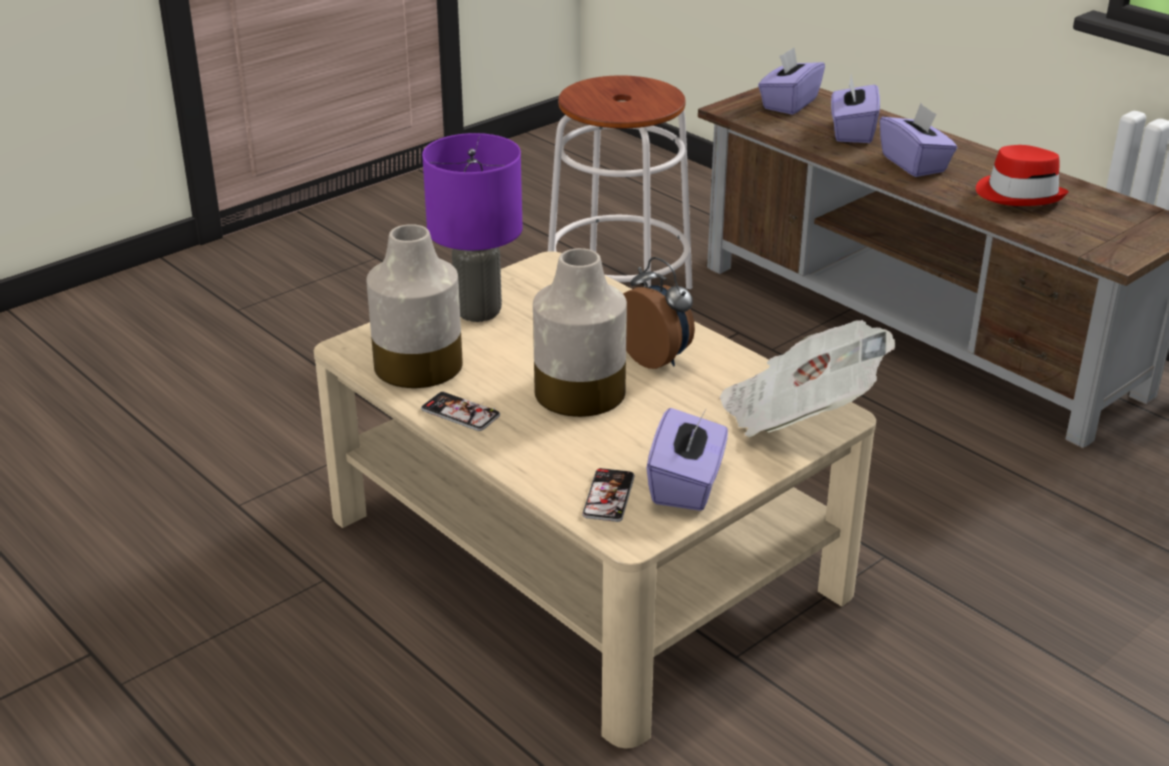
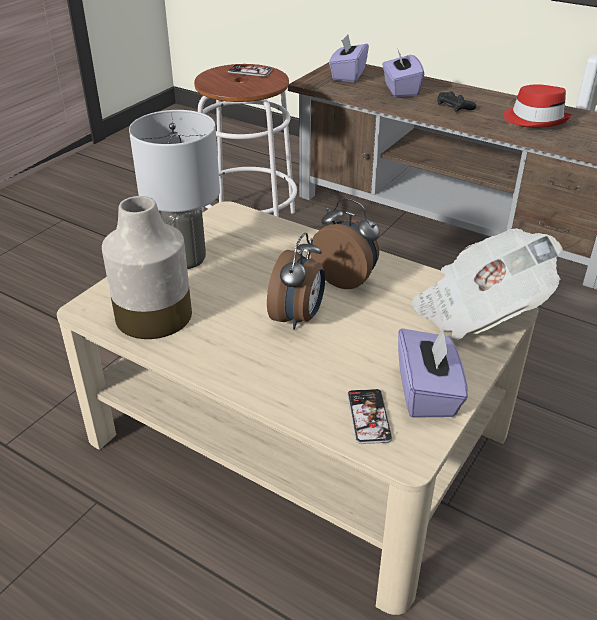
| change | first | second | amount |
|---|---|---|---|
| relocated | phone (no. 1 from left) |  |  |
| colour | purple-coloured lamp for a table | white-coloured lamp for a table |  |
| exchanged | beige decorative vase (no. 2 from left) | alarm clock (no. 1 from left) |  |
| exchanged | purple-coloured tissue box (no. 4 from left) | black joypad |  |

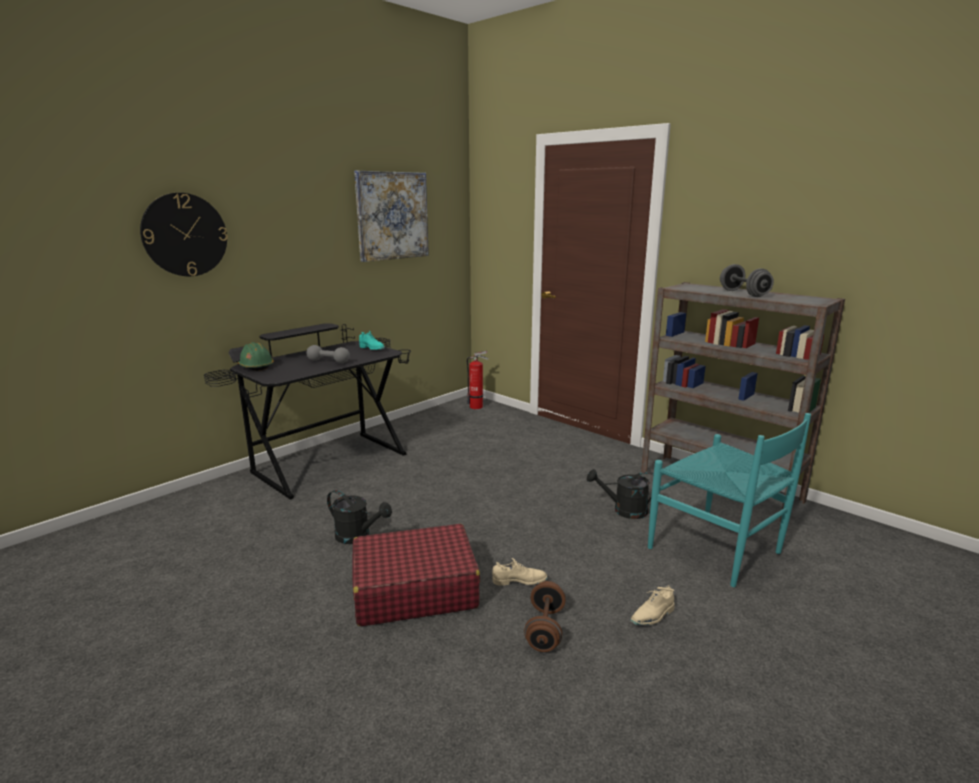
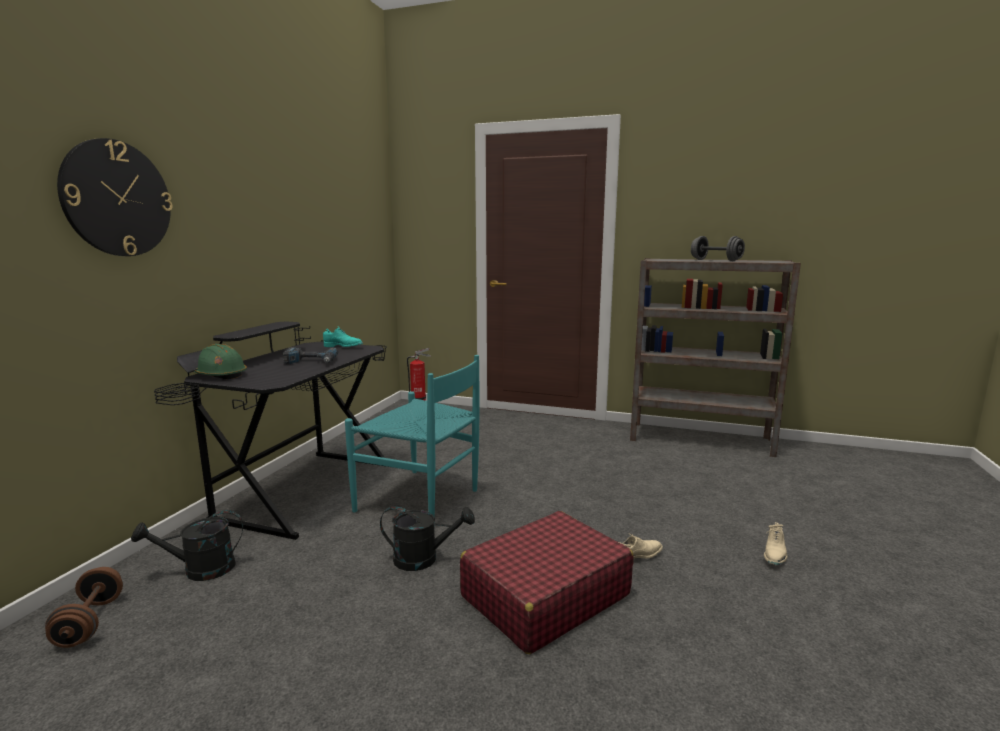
| change | first | second | amount |
|---|---|---|---|
| exchanged | grey free weight (no. 1 from left) | electric drill |  |
| missing | wall picture |  |  |
| relocated | brownish free weight |  |  |
| relocated | black sprinkling can (no. 2 from left in the first image) | black sprinkling can (no. 1 from left) |  |
| relocated | blue-green chair |  |  |

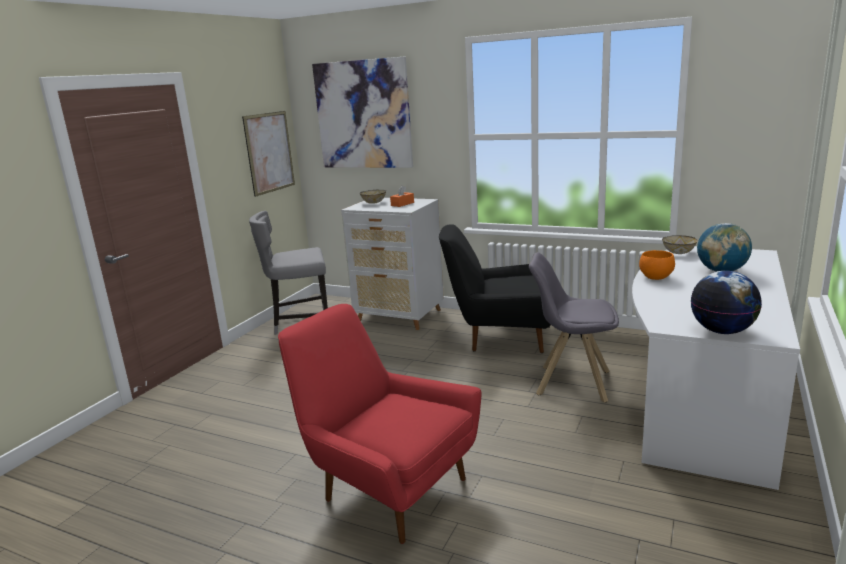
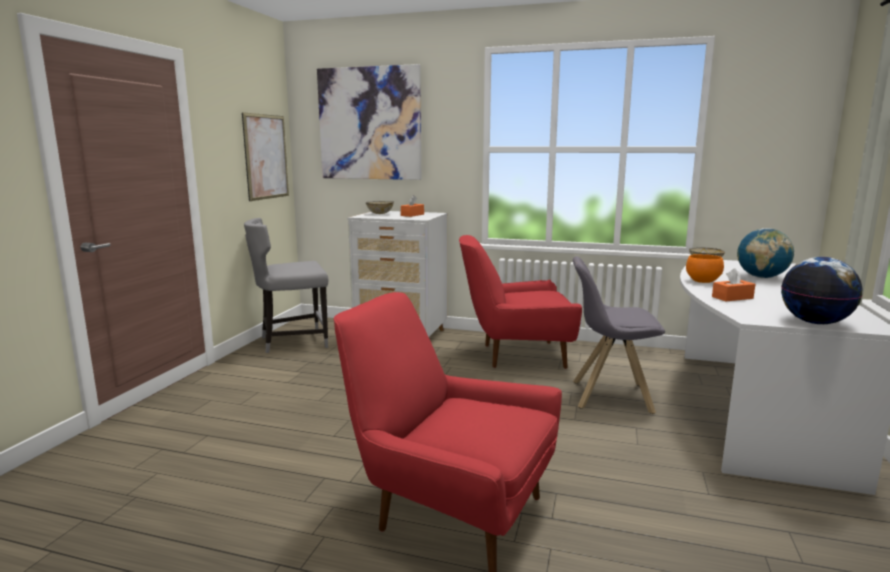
| change | first | second | amount |
|---|---|---|---|
| colour | black armchair | red armchair (no. 2 from left) |  |
| appeared |  | orange tissue box (no. 2 from left) |  |

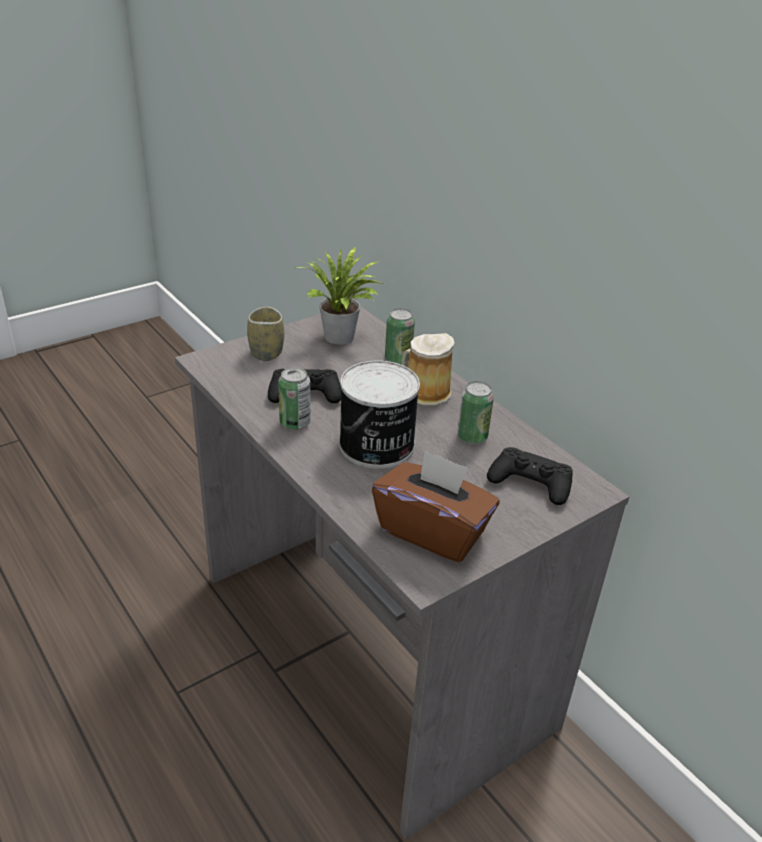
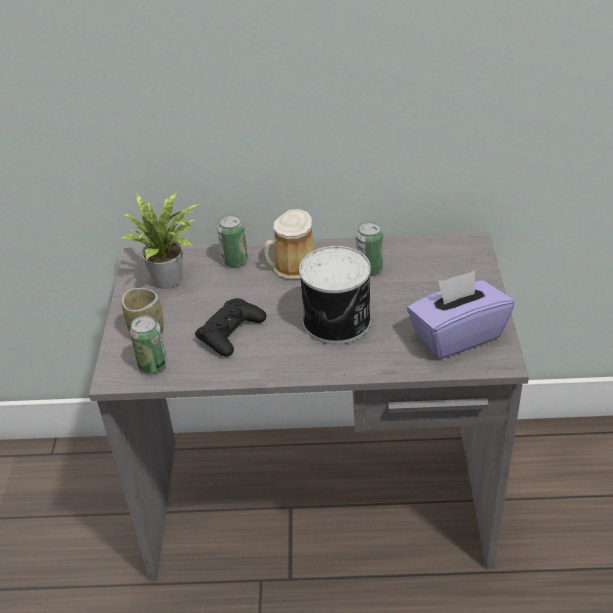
| change | first | second | amount |
|---|---|---|---|
| relocated | metal can (no. 1 from left) |  |  |
| colour | brownish tissue box | purple-coloured tissue box |  |
| missing | black joypad (no. 2 from left) |  |  |

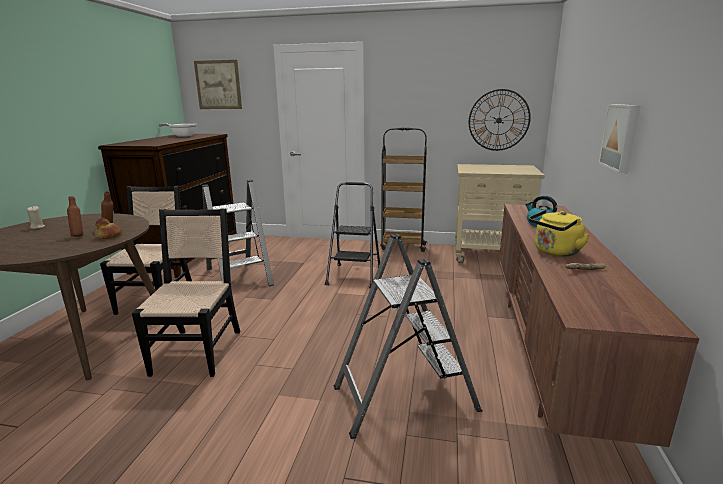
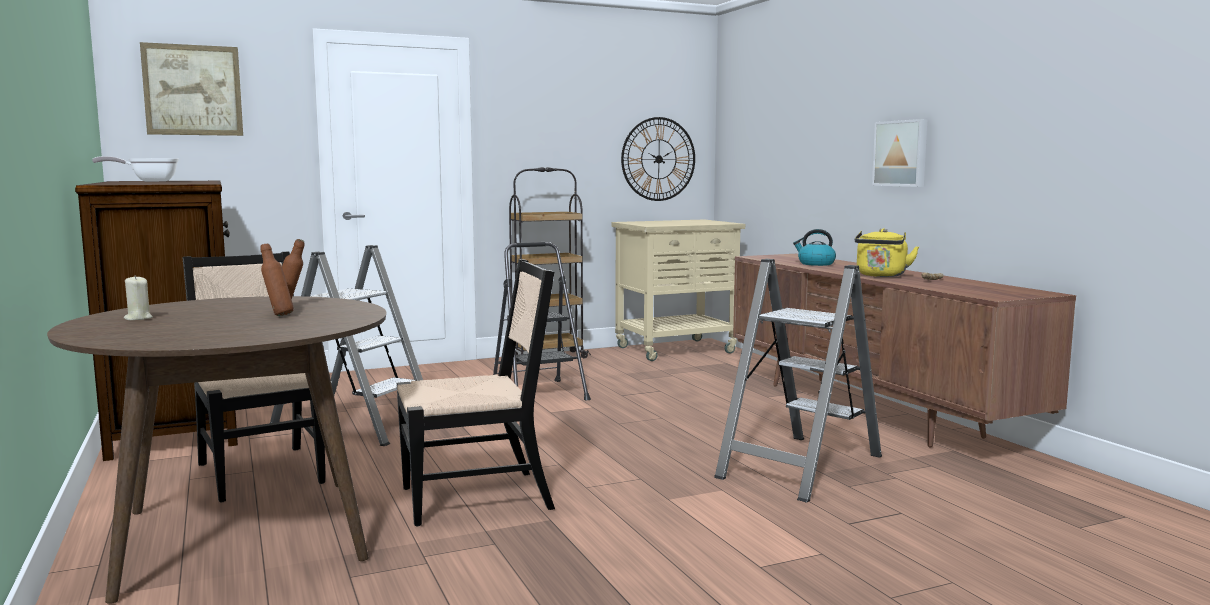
| change | first | second | amount |
|---|---|---|---|
| missing | bakery bread (no. 1 from left) |  |  |
| spun | chair (no. 2 from left) |  | 105 degrees clockwise |

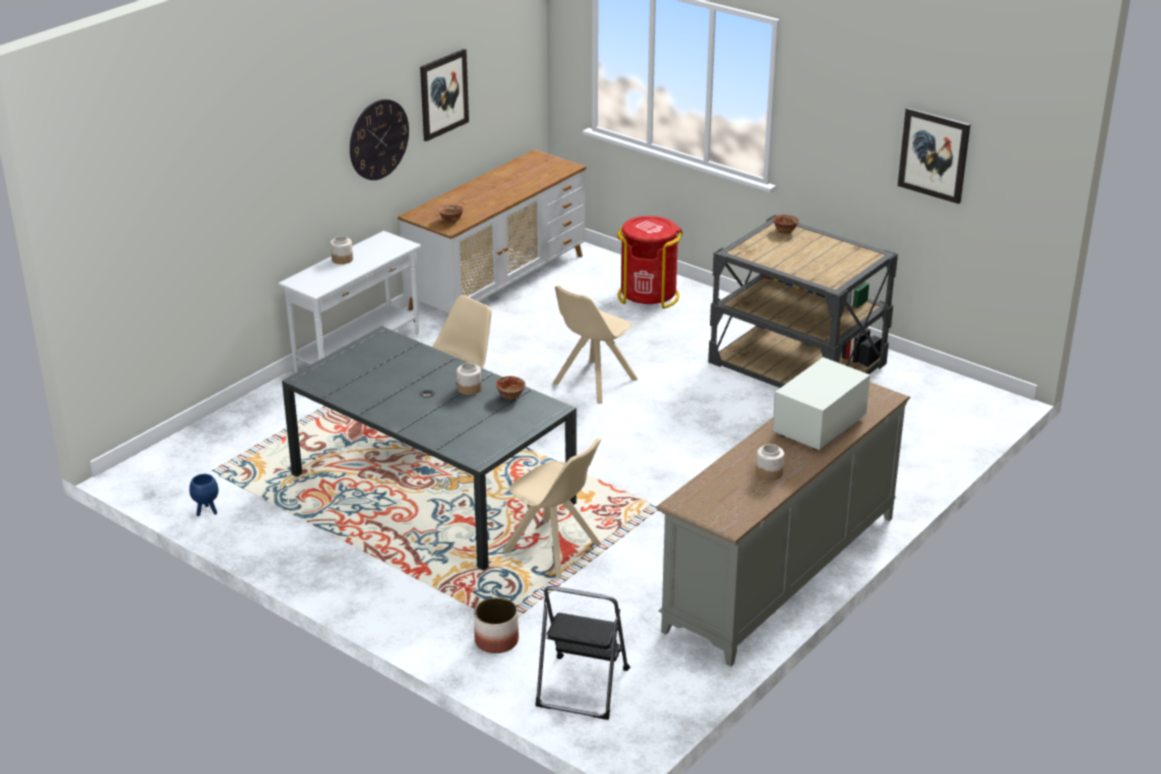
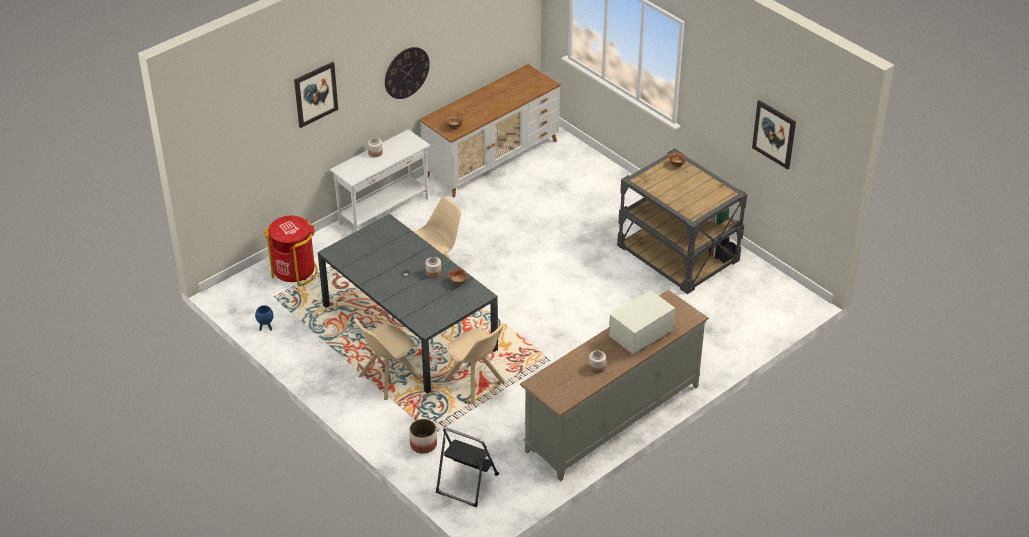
| change | first | second | amount |
|---|---|---|---|
| relocated | wall picture (no. 1 from left) |  |  |
| relocated | beige chair (no. 3 from left in the first image) | beige chair (no. 1 from left) |  |
| relocated | red trash can |  |  |

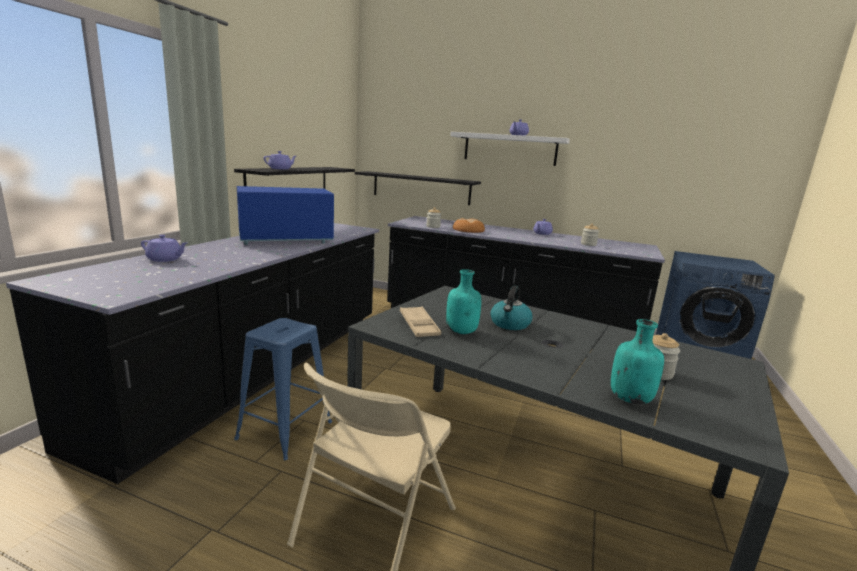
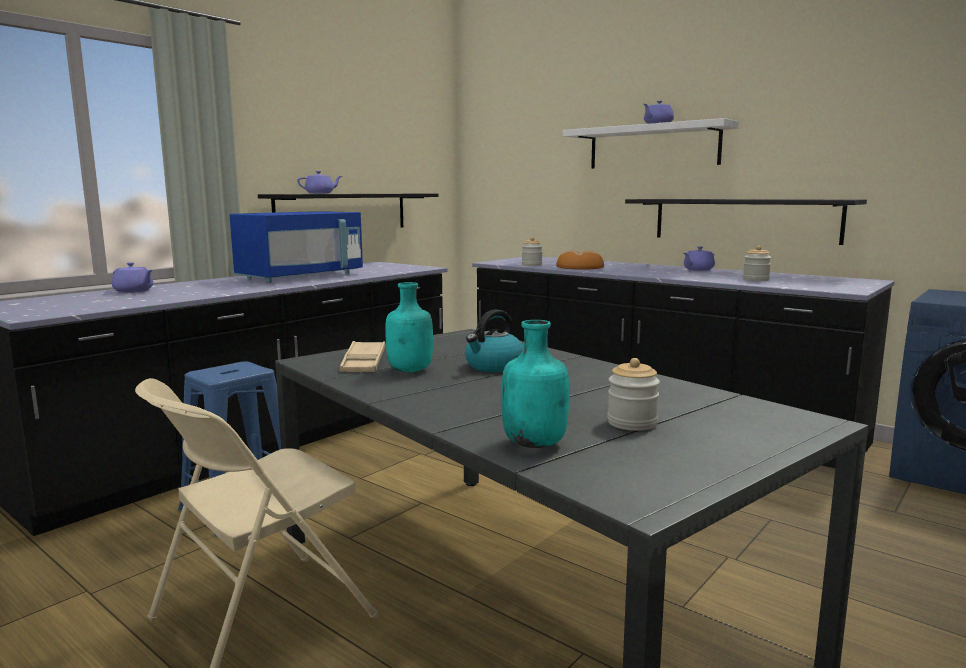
| change | first | second | amount |
|---|---|---|---|
| spun | blue microwave oven |  | 135 degrees clockwise |
| relocated | black bracket shelf (no. 2 from left) |  |  |

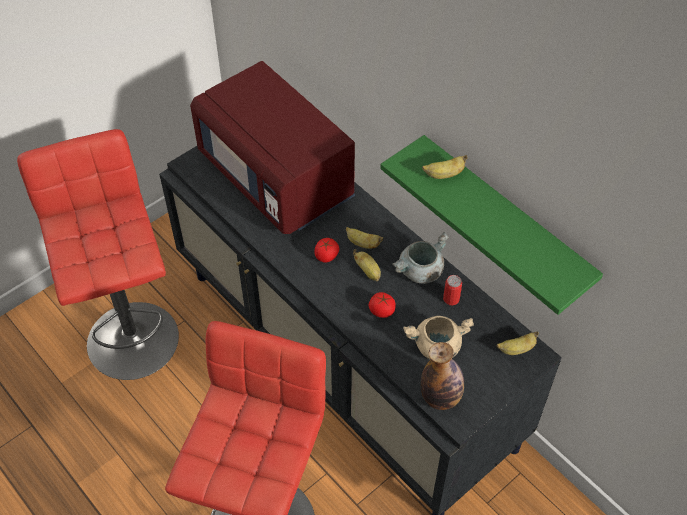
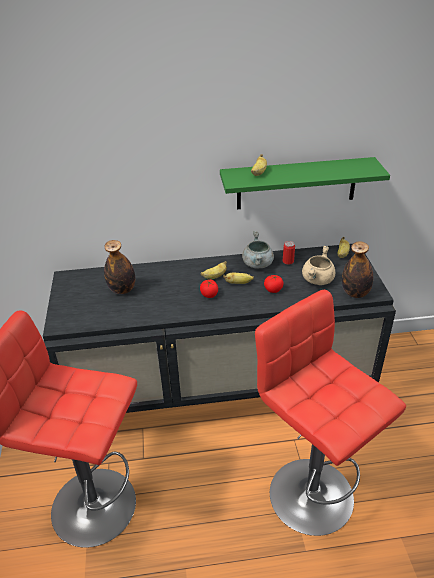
| change | first | second | amount |
|---|---|---|---|
| exchanged | red microwave oven | drink bottle (no. 1 from left) |  |

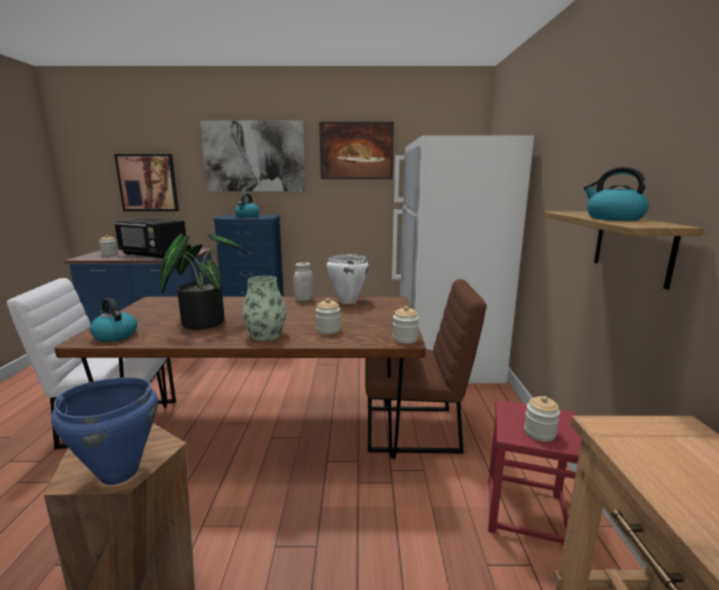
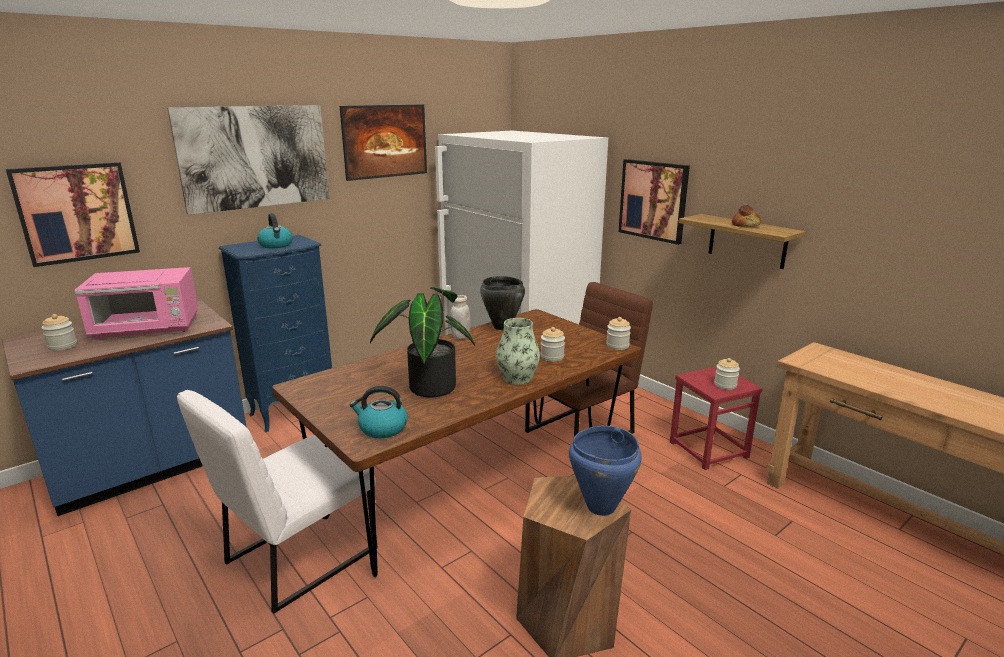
| change | first | second | amount |
|---|---|---|---|
| colour | black microwave oven | pinkish microwave oven |  |
| colour | white-coloured stockpot | black stockpot |  |
| exchanged | water kettle (no. 3 from left) | bakery bread |  |
| appeared |  | wall picture (no. 4 from left) |  |

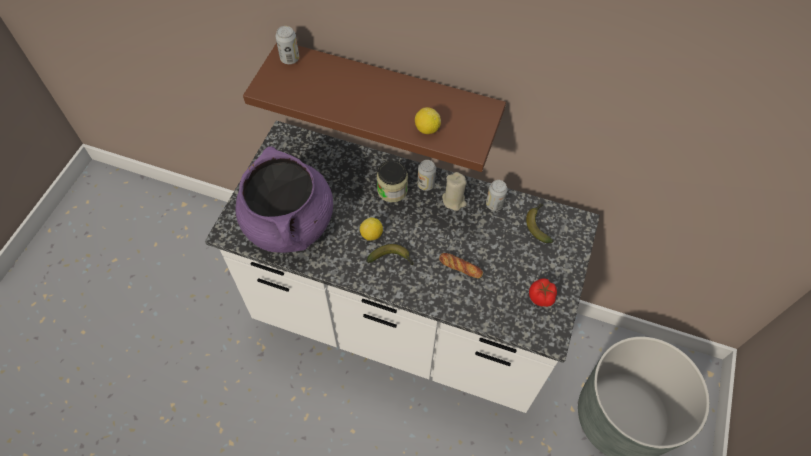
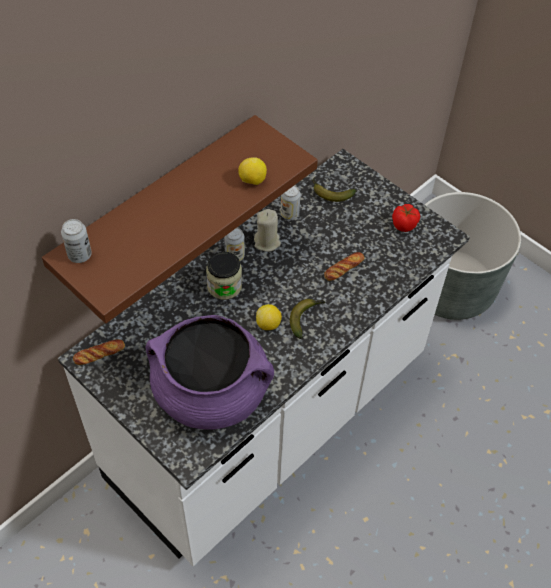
| change | first | second | amount |
|---|---|---|---|
| appeared |  | bakery bread (no. 1 from left) |  |

